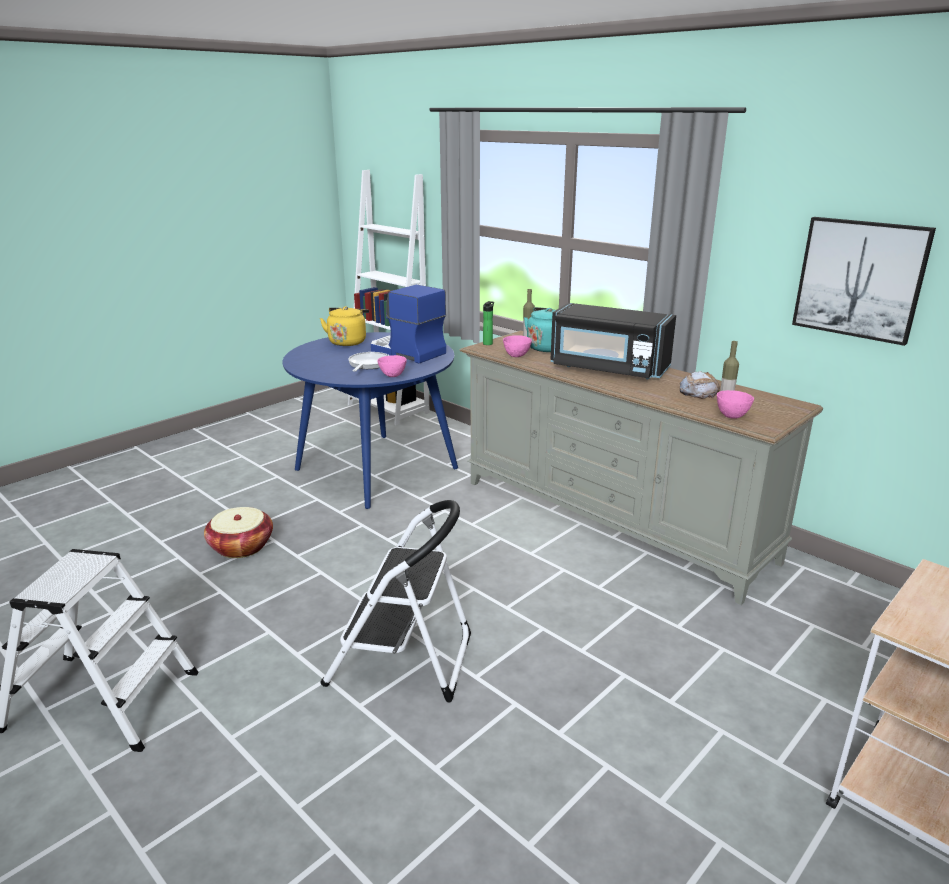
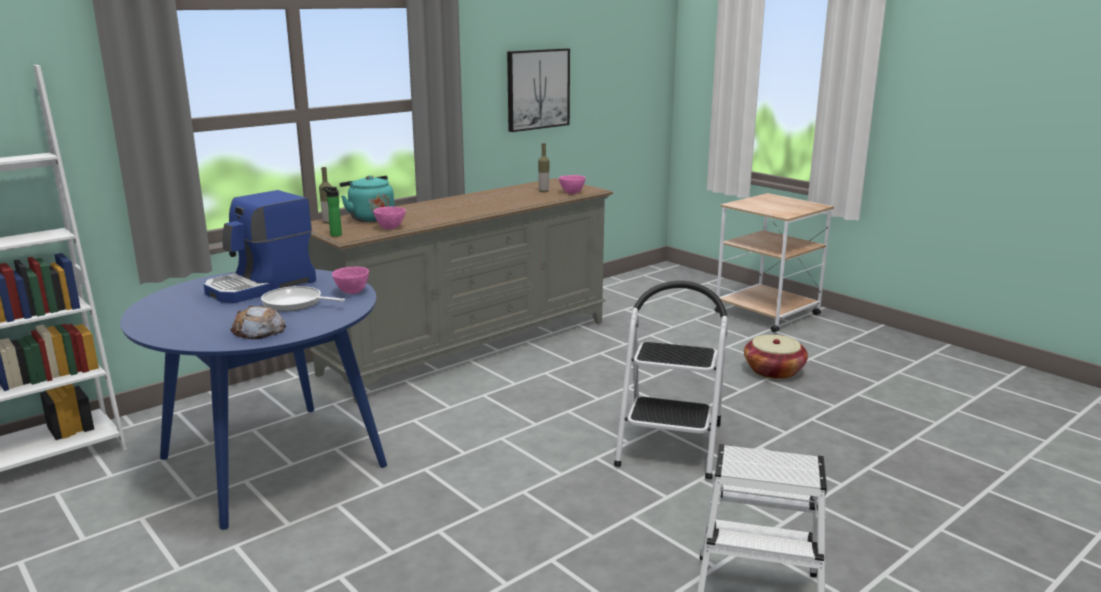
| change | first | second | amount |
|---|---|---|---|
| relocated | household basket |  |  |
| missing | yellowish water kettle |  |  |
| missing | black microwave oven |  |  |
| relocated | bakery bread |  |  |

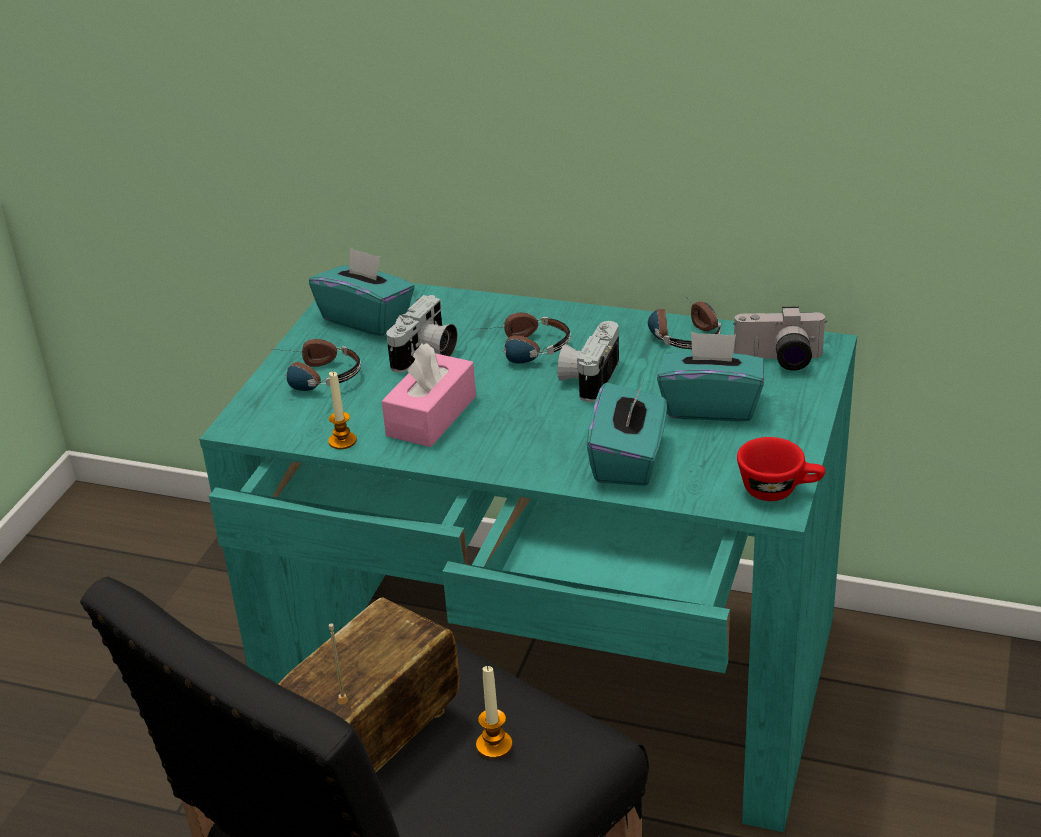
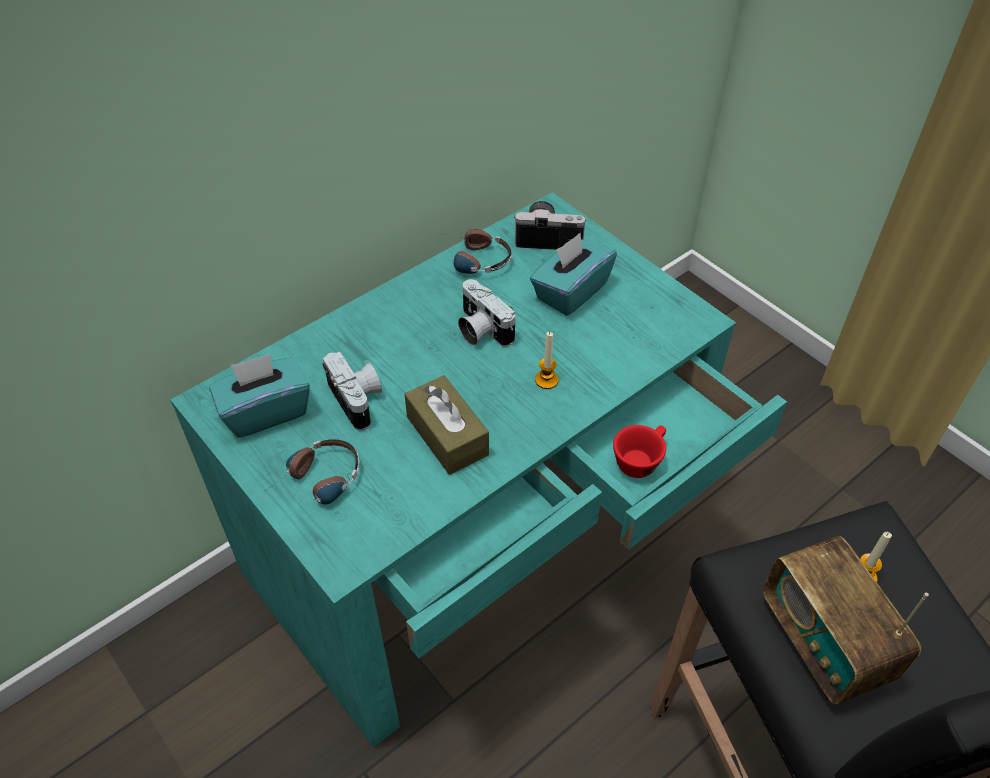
| change | first | second | amount |
|---|---|---|---|
| relocated | wax light (no. 1 from left) |  |  |
| colour | pinkish tissue box | brownish tissue box |  |
| missing | headset (no. 2 from left) |  |  |
| missing | blue-green tissue box (no. 2 from left) |  |  |
| spun | photo camera (no. 3 from left) |  | 120 degrees counterclockwise |
| relocated | red drinking cup |  |  |

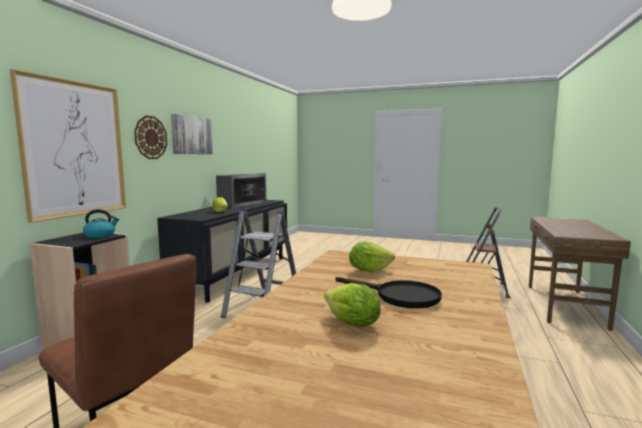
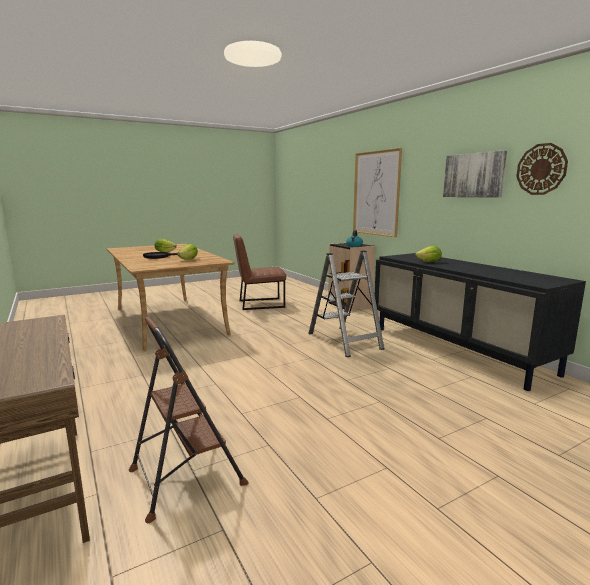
| change | first | second | amount |
|---|---|---|---|
| relocated | wall clock |  |  |
| missing | microwave oven |  |  |

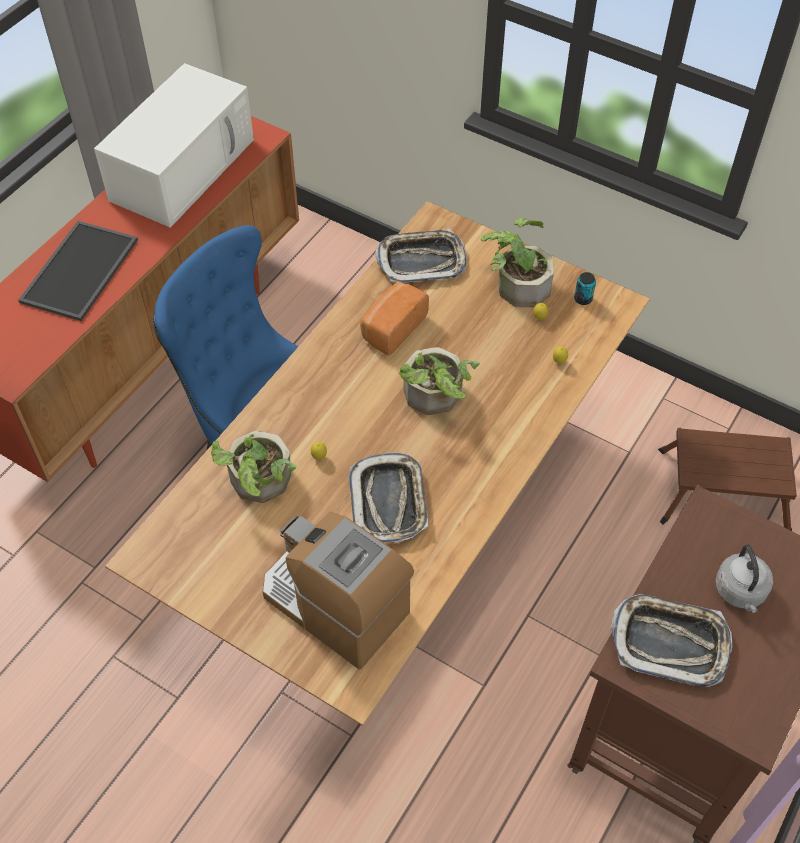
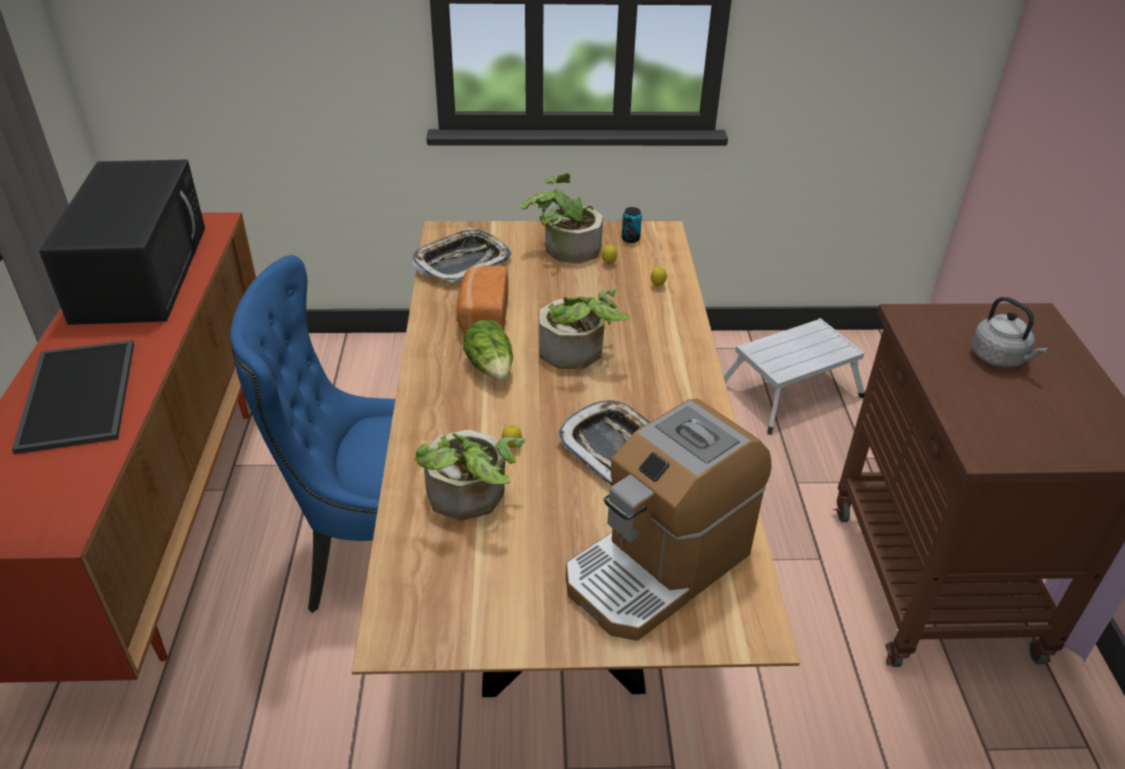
| change | first | second | amount |
|---|---|---|---|
| colour | white-coloured microwave oven | black microwave oven |  |
| spun | coffee brewer |  | 45 degrees counterclockwise |
| missing | tray (no. 4 from left) |  |  |
| colour | brownish stepladder | white-coloured stepladder |  |
| appeared |  | lettuce |  |

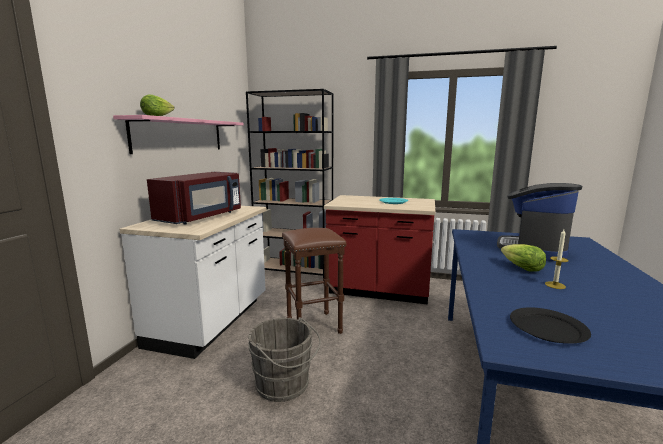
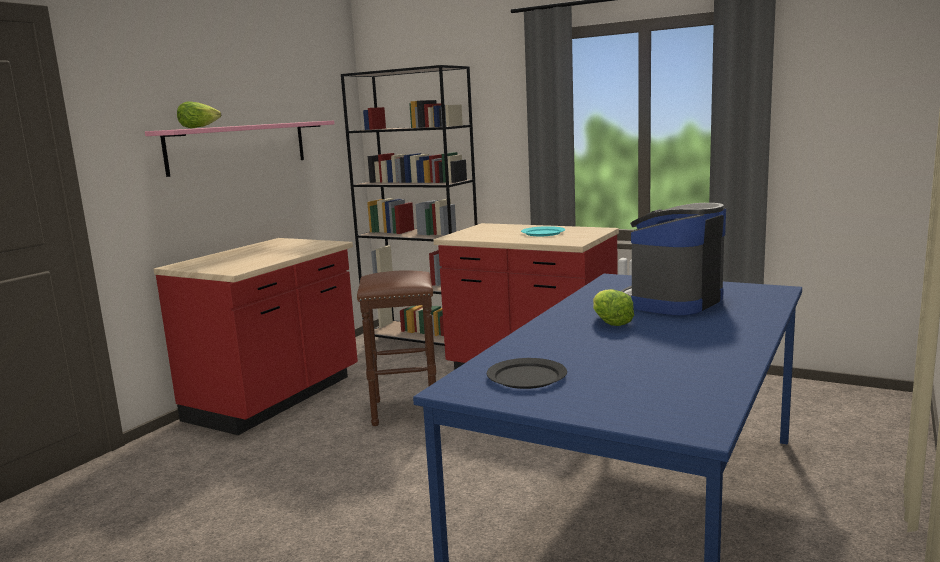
| change | first | second | amount |
|---|---|---|---|
| colour | white-coloured kitchen base unit | red kitchen base unit (no. 1 from left) |  |
| missing | red microwave oven |  |  |
| missing | grey pail |  |  |
| missing | wax light |  |  |

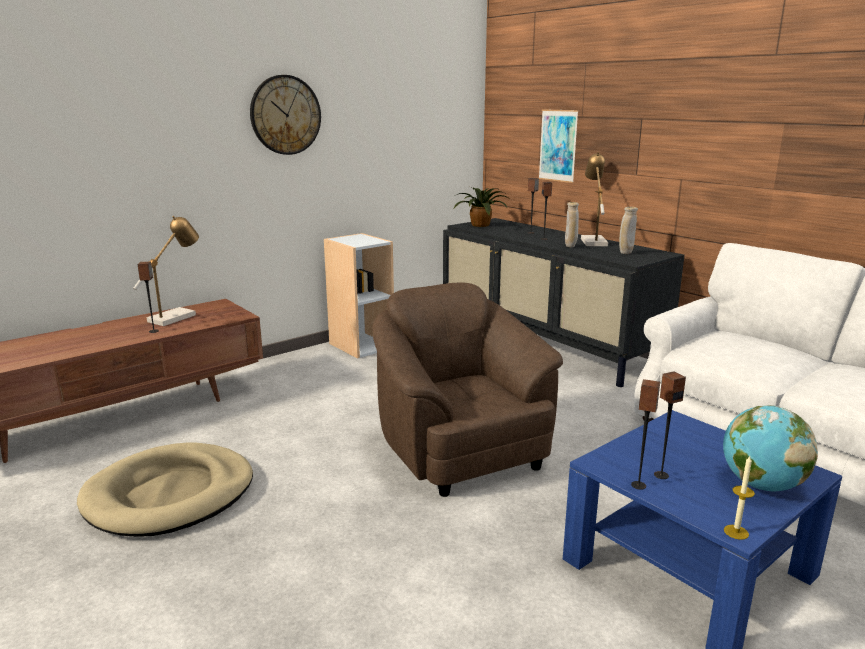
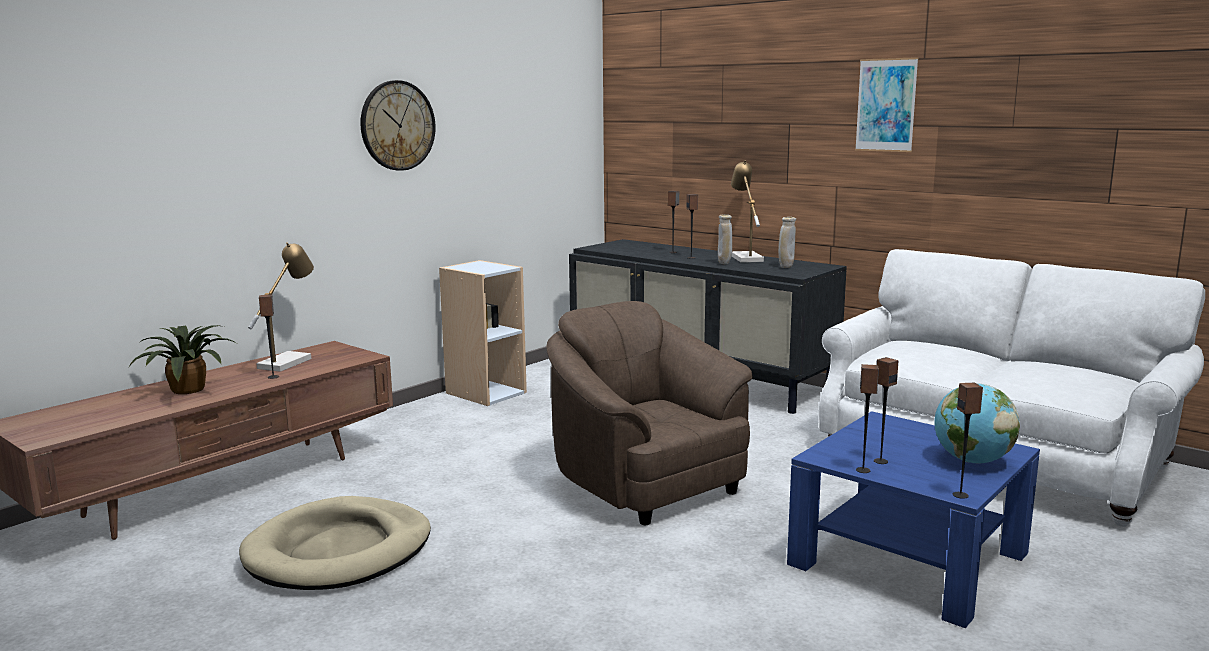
| change | first | second | amount |
|---|---|---|---|
| relocated | potted plant |  |  |
| relocated | wall picture |  |  |
| exchanged | wax light | loudspeaker (no. 6 from left) |  |

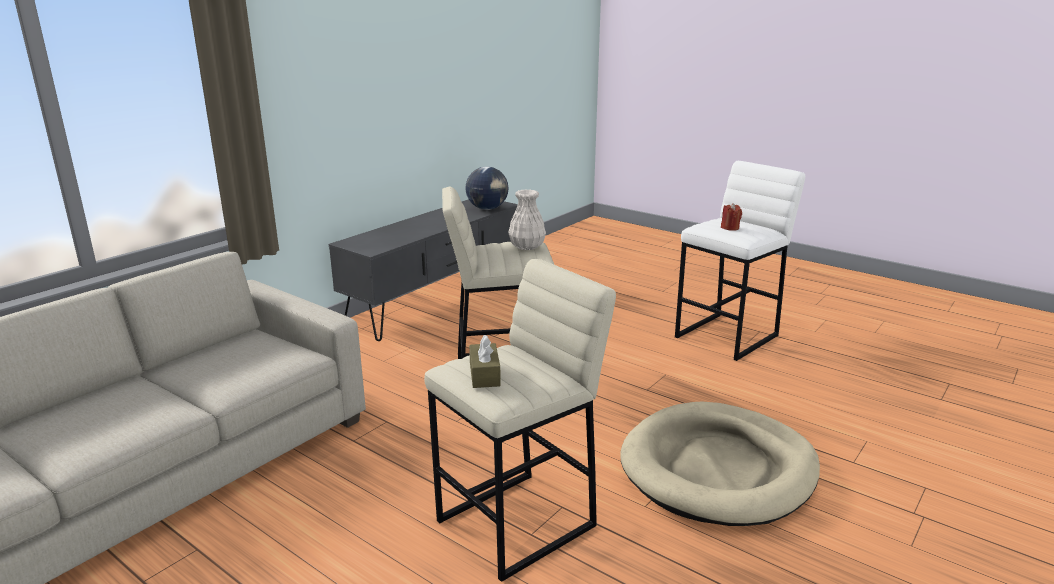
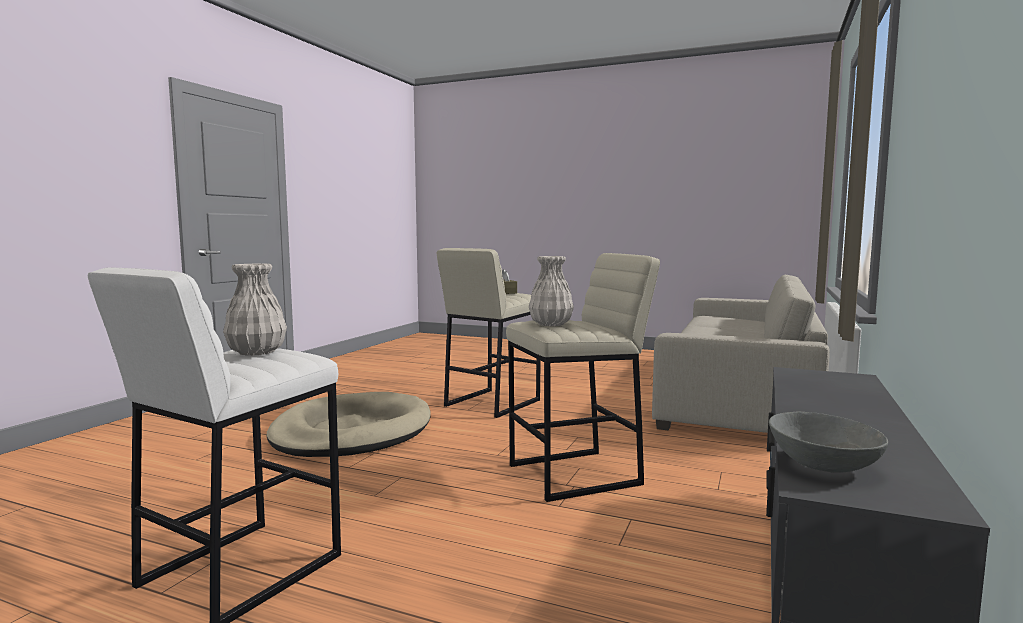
| change | first | second | amount |
|---|---|---|---|
| exchanged | world globe | grey serving bowl |  |
| exchanged | red wax light | white-coloured decorative vase (no. 1 from left) |  |

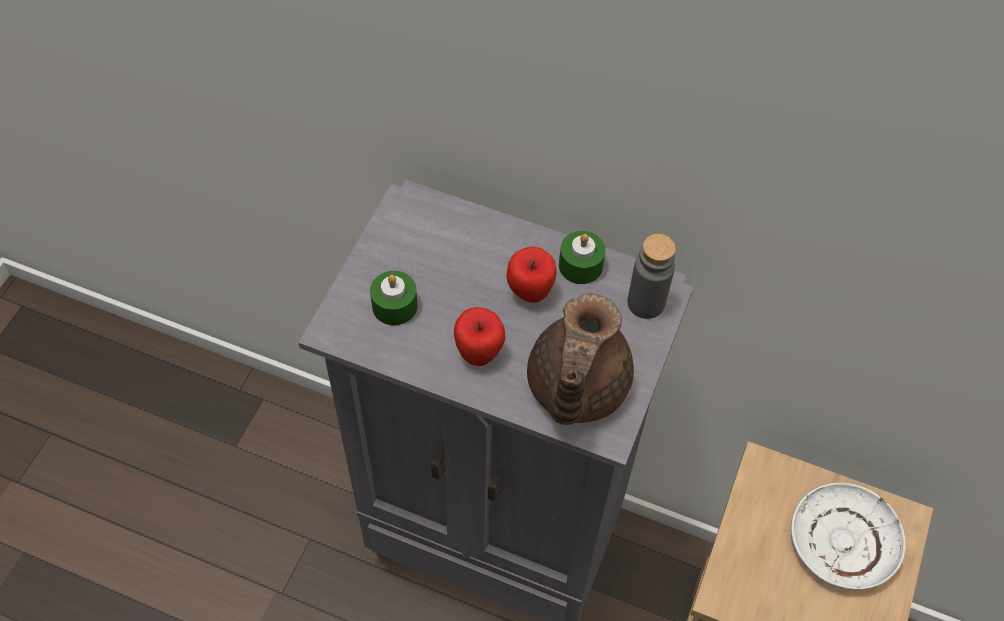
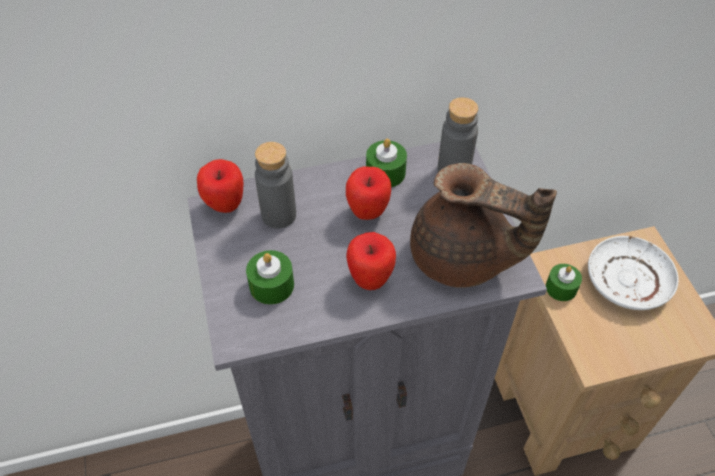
| change | first | second | amount |
|---|---|---|---|
| spun | brownish tea pot |  | 45 degrees counterclockwise |
| appeared |  | apple fruit (no. 1 from left) |  |
| appeared |  | grey drink bottle (no. 1 from left) |  |
| appeared |  | green wax light (no. 3 from left) |  |

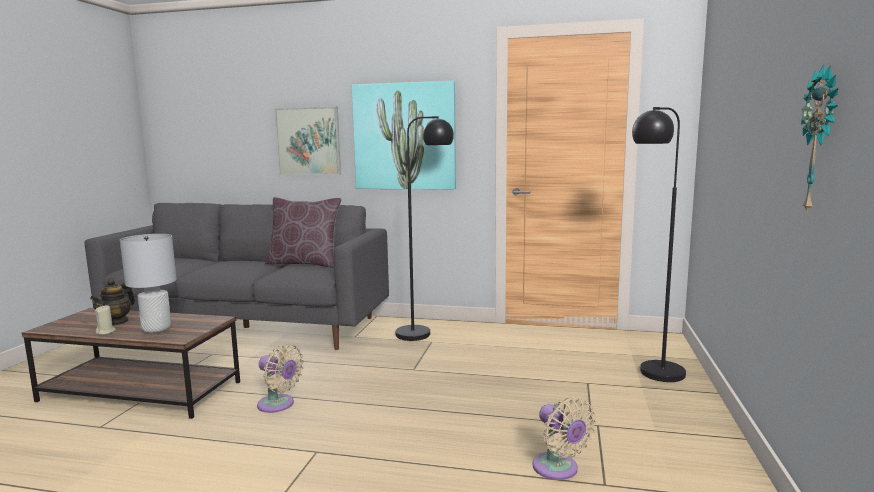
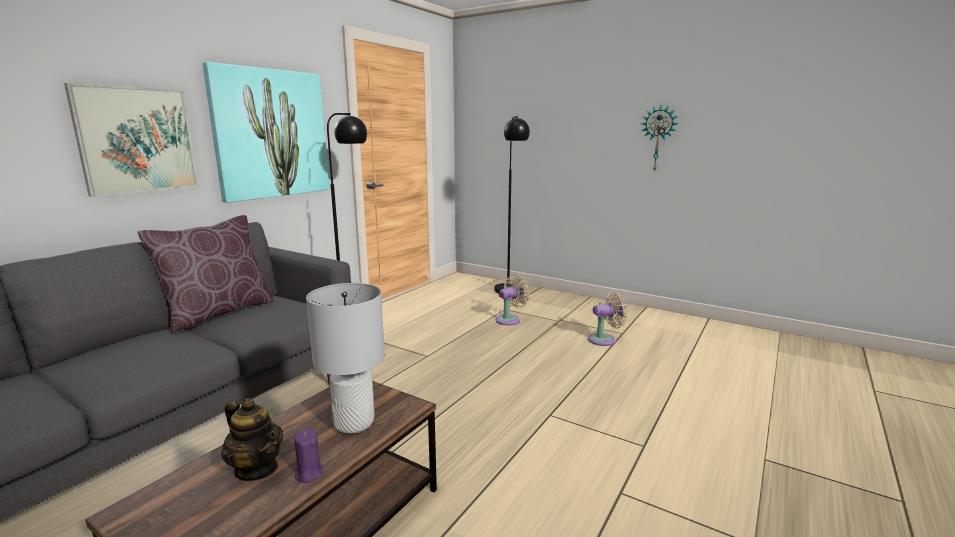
| change | first | second | amount |
|---|---|---|---|
| colour | beige wax light | purple-coloured wax light |  |
| relocated | beige cooling fan (no. 1 from left) |  |  |

